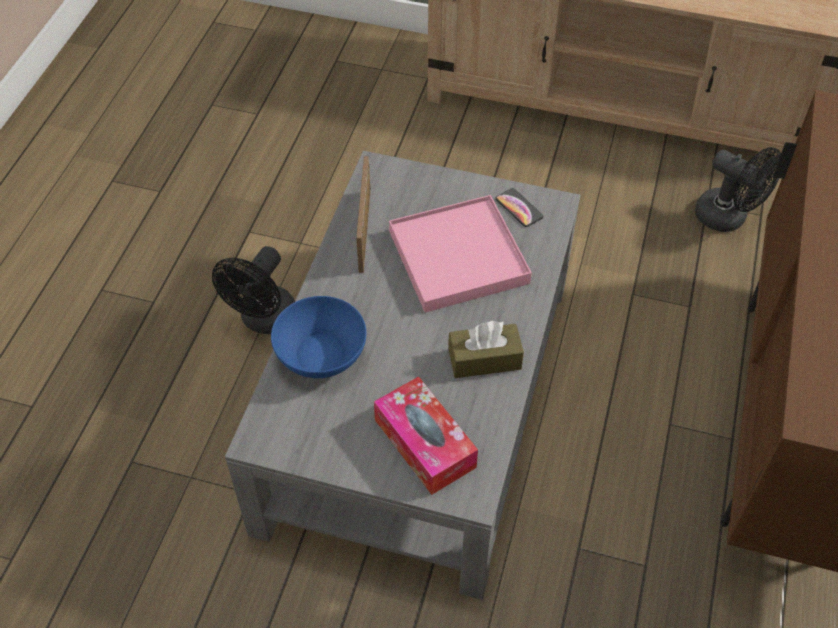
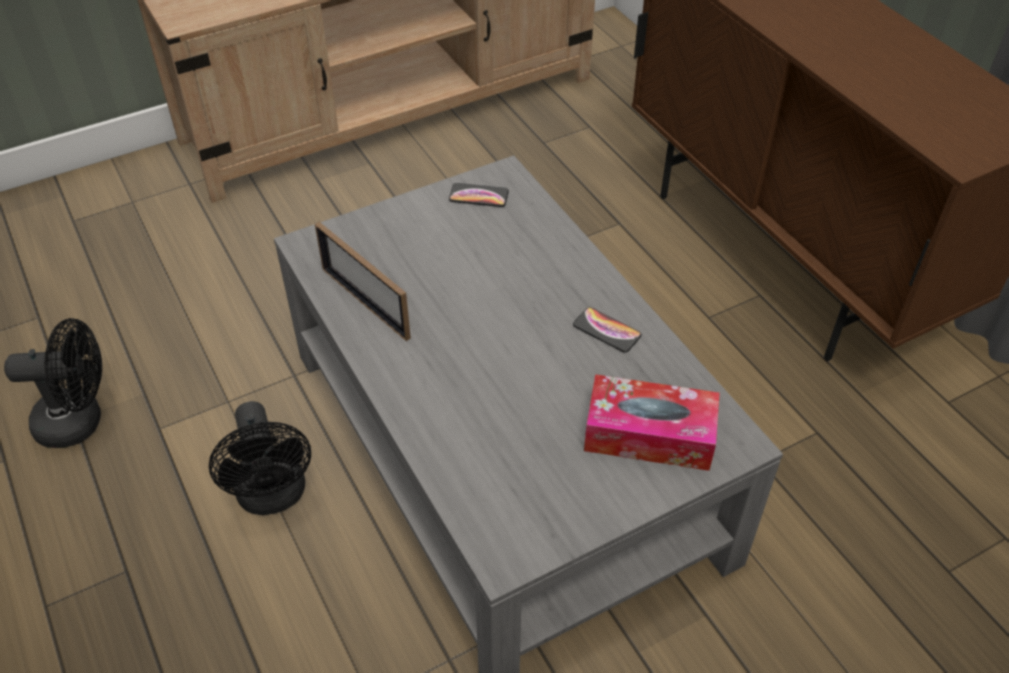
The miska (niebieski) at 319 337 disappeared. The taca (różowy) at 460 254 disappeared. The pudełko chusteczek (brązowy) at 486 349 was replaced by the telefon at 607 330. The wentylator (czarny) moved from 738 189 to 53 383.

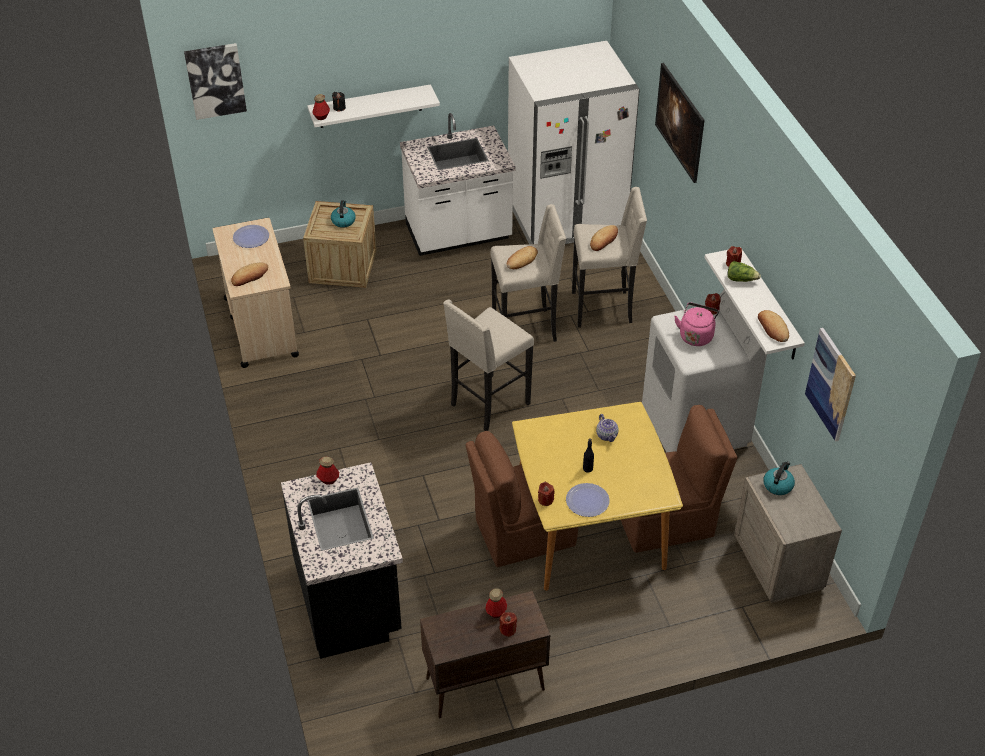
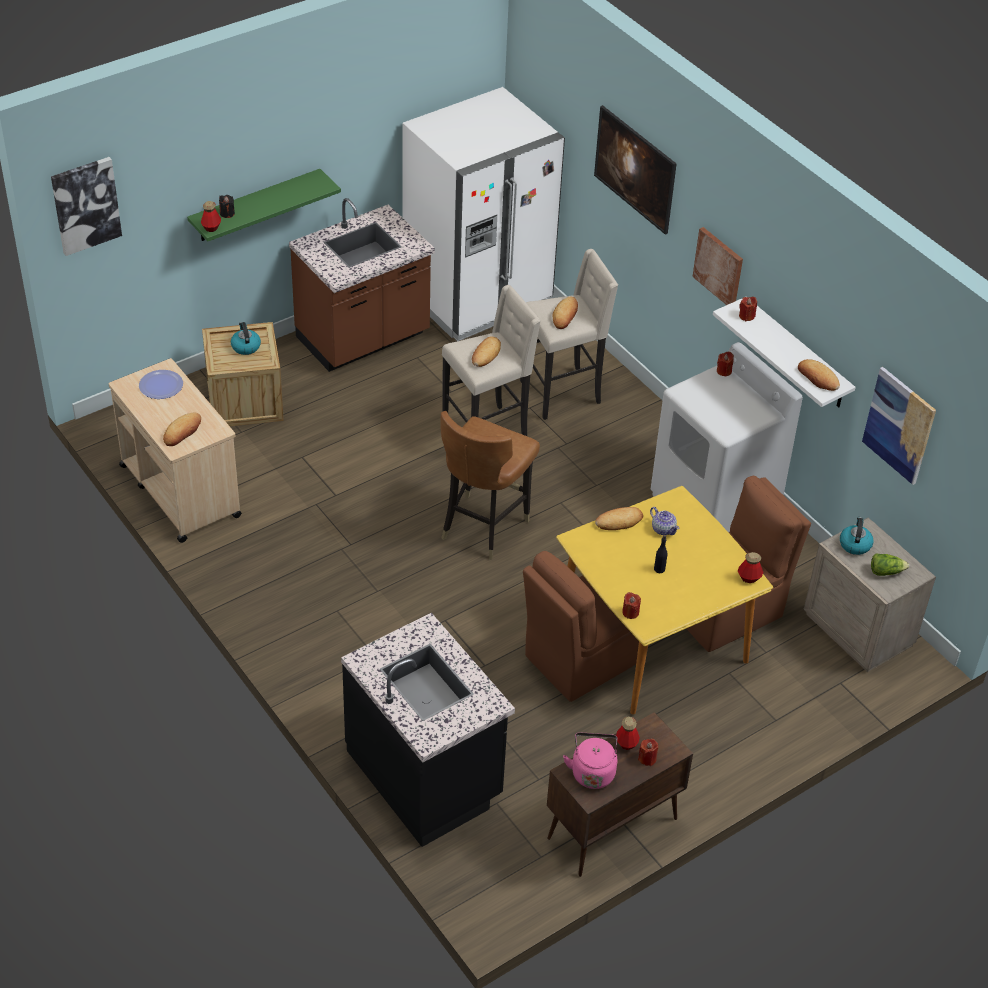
The półka (biały) at 373 106 became the półka (zielony) at 264 205. The butelka moved from 327 471 to 750 567. The zabudowa kuchenna (biały) at 457 184 became the zabudowa kuchenna (brązowy) at 362 285. The stołek (beżowy) at 488 365 was replaced by the krzesło (brązowy) at 490 485. The talerz at 588 500 disappeared. The czajnik (różowy) moved from 696 324 to 590 761. The sałata moved from 744 271 to 890 565. The chleb at 619 518 appeared. The obraz at 717 266 appeared.

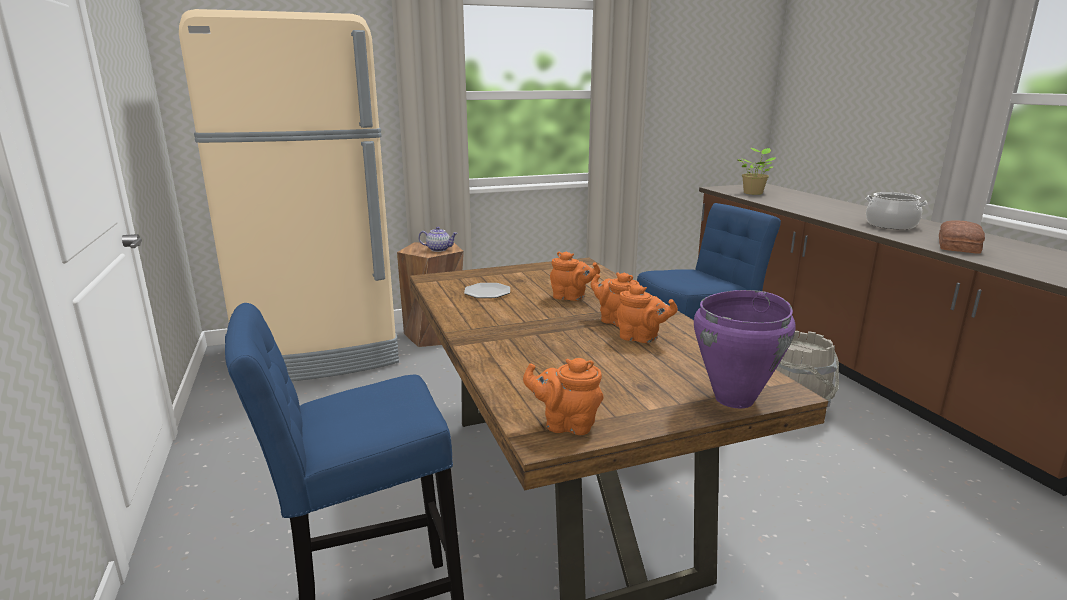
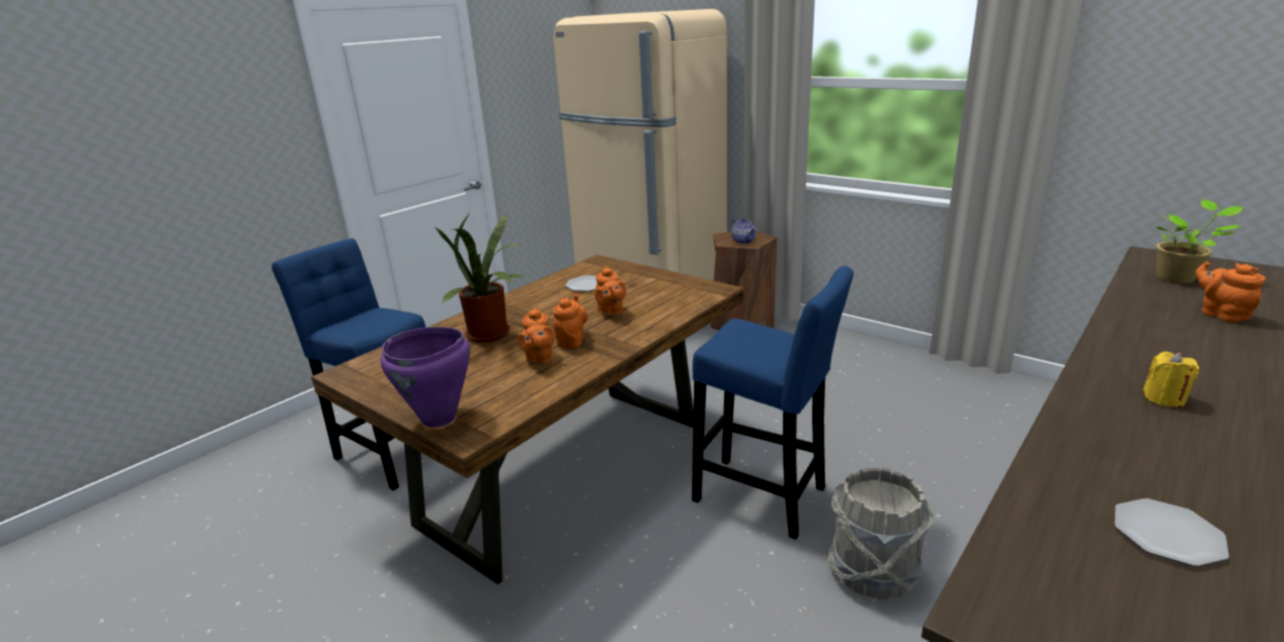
The imbryk (pomarańczowy) moved from 563 396 to 1230 292. The garnek at 896 210 was replaced by the świeca (żółty) at 1171 379. The chleb at 962 237 disappeared. The roślina doniczkowa at 480 277 appeared. The talerz at 1172 532 appeared.

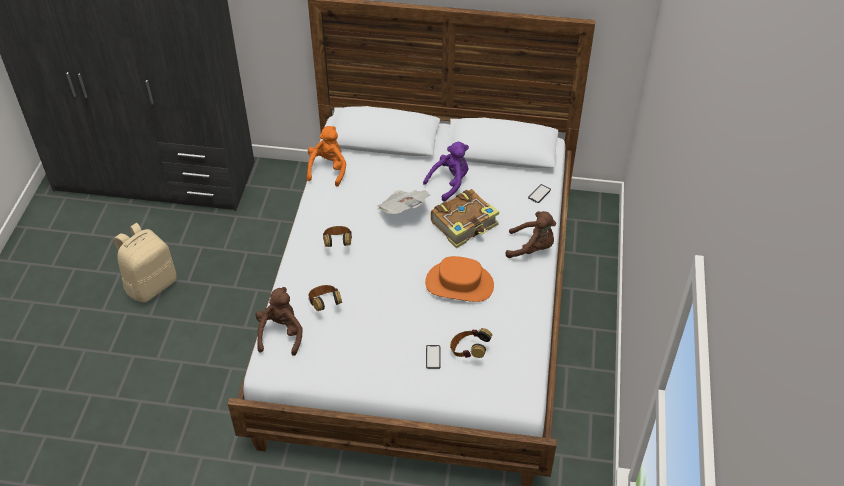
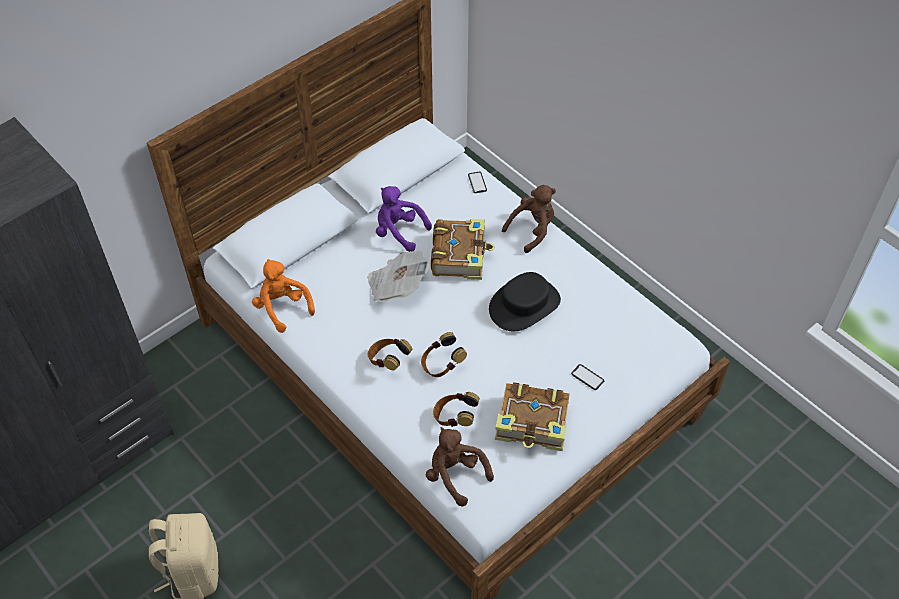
The pluszak (fioletowy) at 446 172 turned 60 degrees counterclockwise. The kapelusz (pomarańczowy) at 459 279 became the kapelusz (czarny) at 525 301. The słuchawki moved from 471 343 to 444 354. The książka at 532 416 appeared.

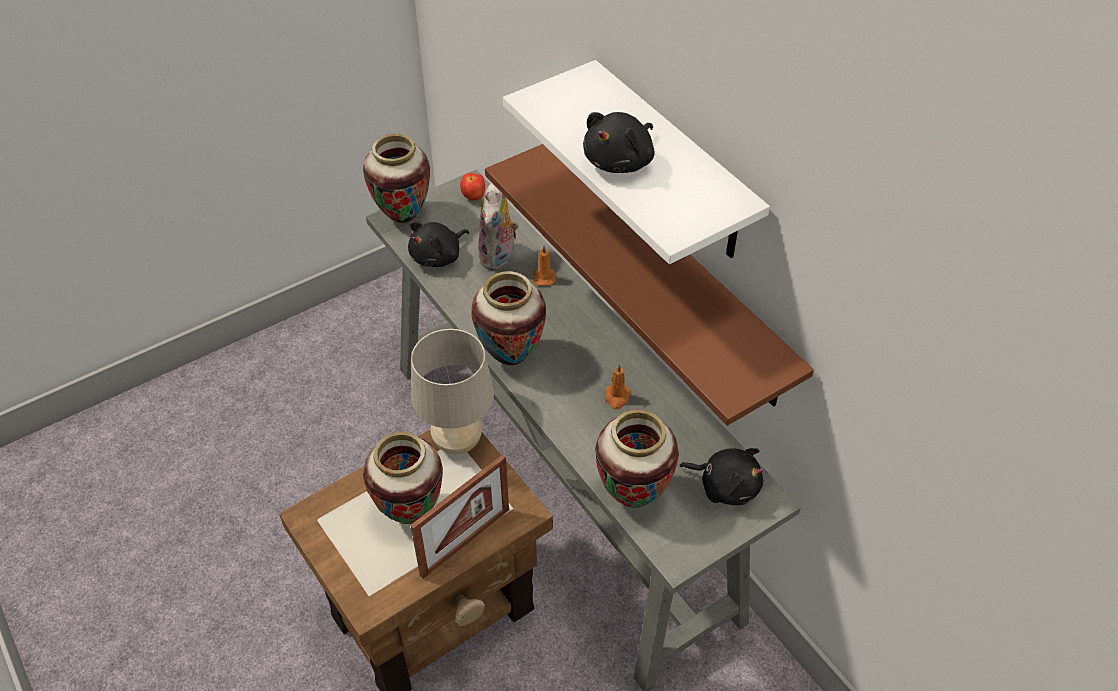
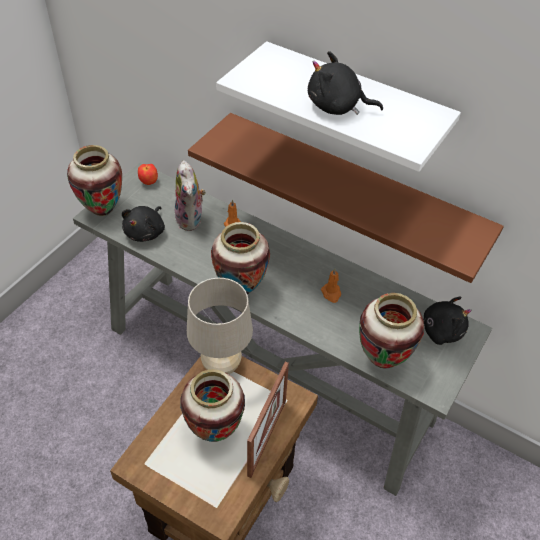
The pluszak (czarny) at 619 142 turned 90 degrees clockwise.

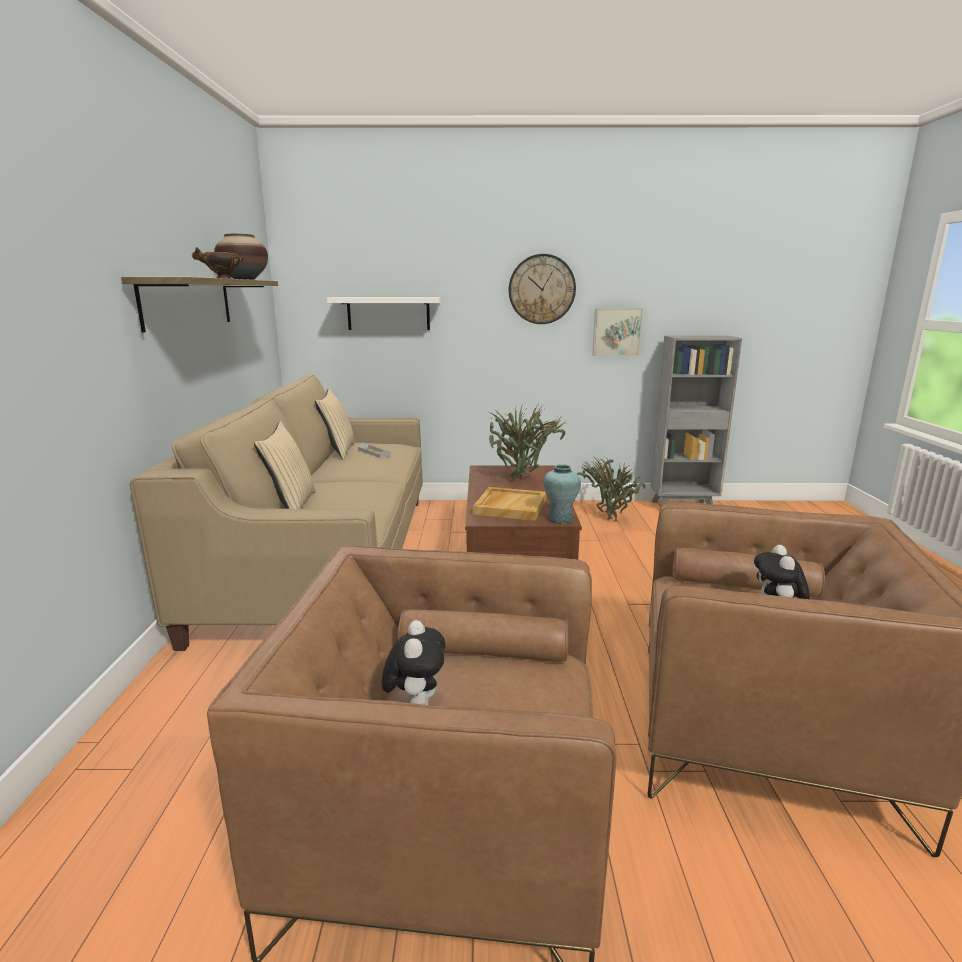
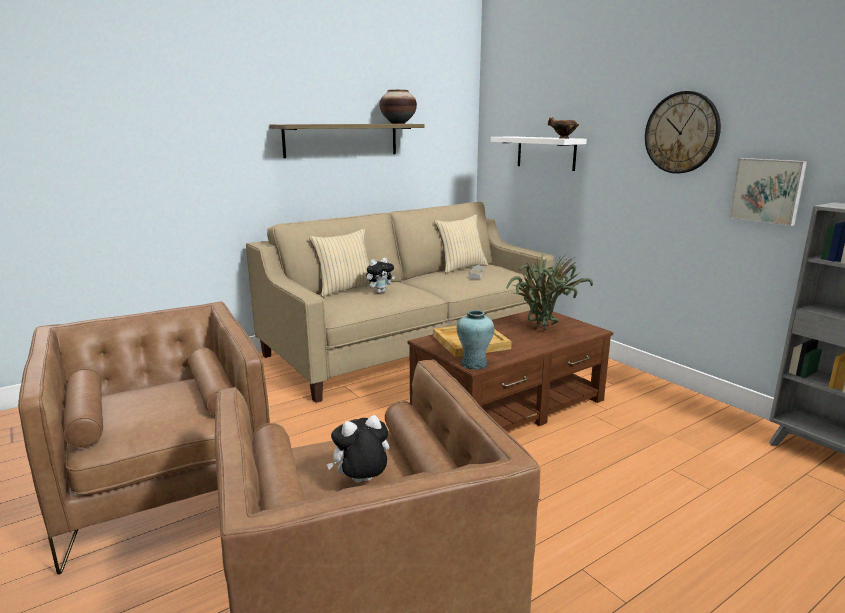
The miska moved from 218 263 to 563 128. The pluszak moved from 413 662 to 380 276. The roślina doniczkowa at 611 489 disappeared.

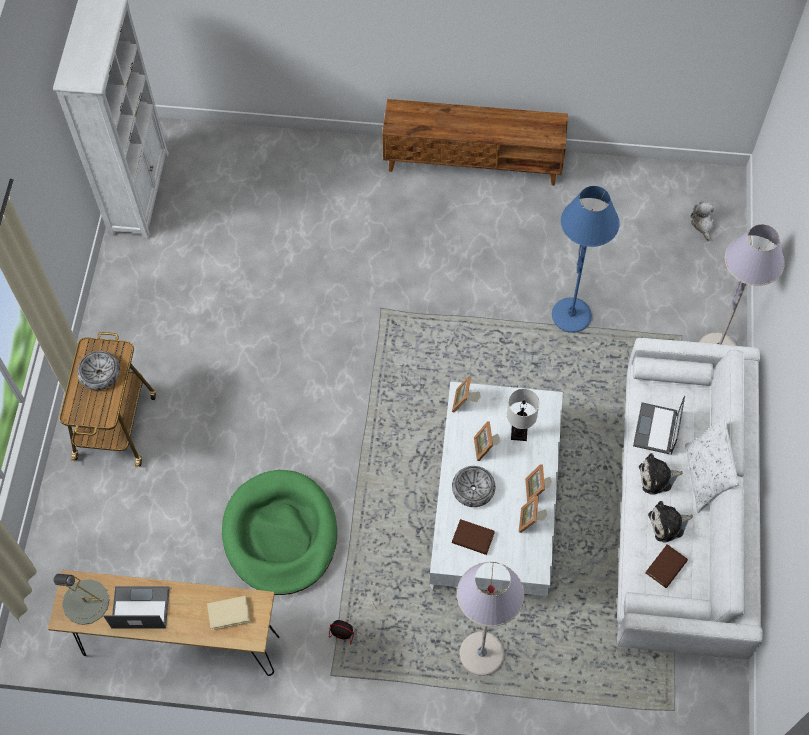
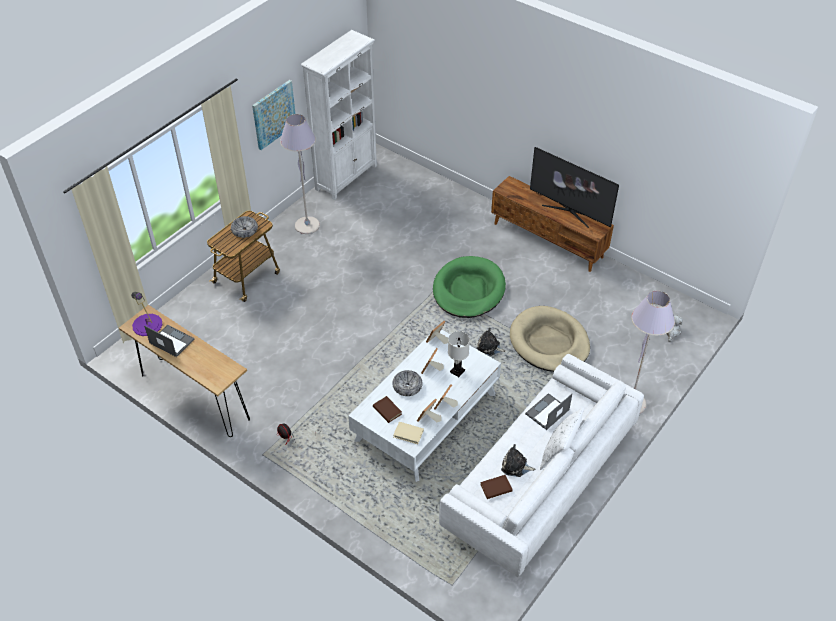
The lampa stołowa (szary) at 82 599 became the lampa stołowa (fioletowy) at 147 314. The książka (beżowy) moved from 228 613 to 408 433. The legowisko (zielony) moved from 279 532 to 469 287. The lampa stojąca (szary) moved from 490 619 to 300 174. The lampa stojąca (niebieski) at 586 259 was replaced by the legowisko (beżowy) at 550 339. The pluszak moved from 661 474 to 491 342. The obraz at 273 115 appeared. The telewizor at 574 187 appeared.

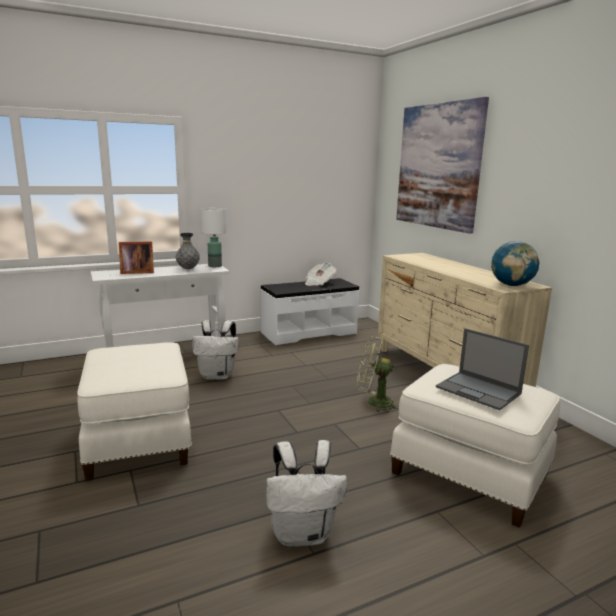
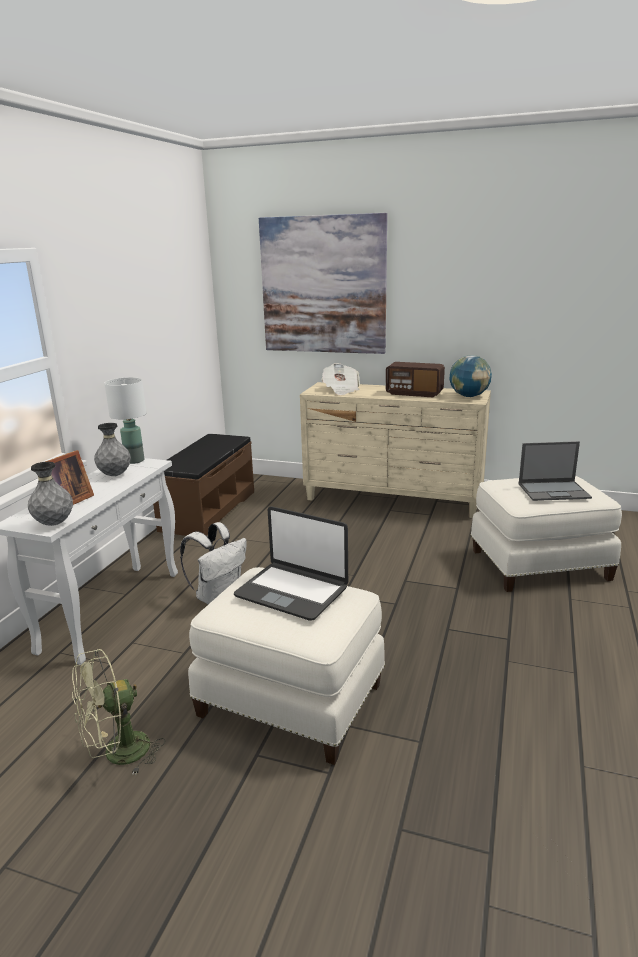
The ławka (biały) at 310 311 became the ławka (brązowy) at 203 485. The plecak (biały) at 306 493 disappeared. The gazeta moved from 320 274 to 341 379. The wentylator (zielony) moved from 378 374 to 118 712. The wazon (szary) at 50 494 appeared. The laptop at 291 564 appeared. The radio at 415 379 appeared.

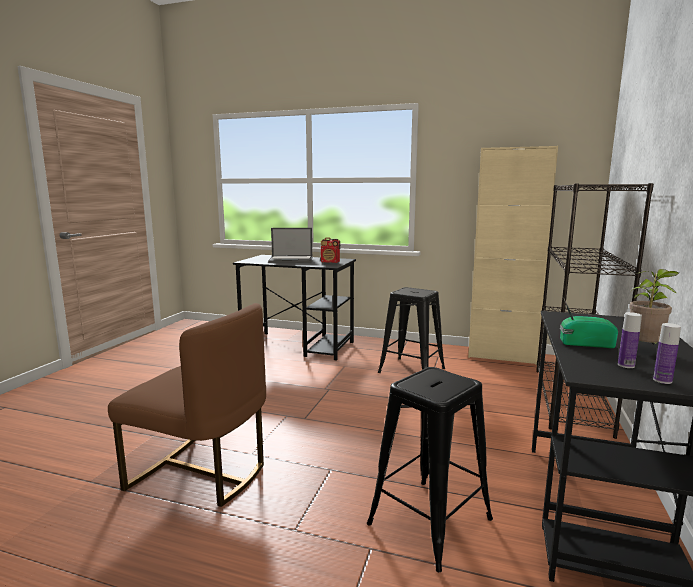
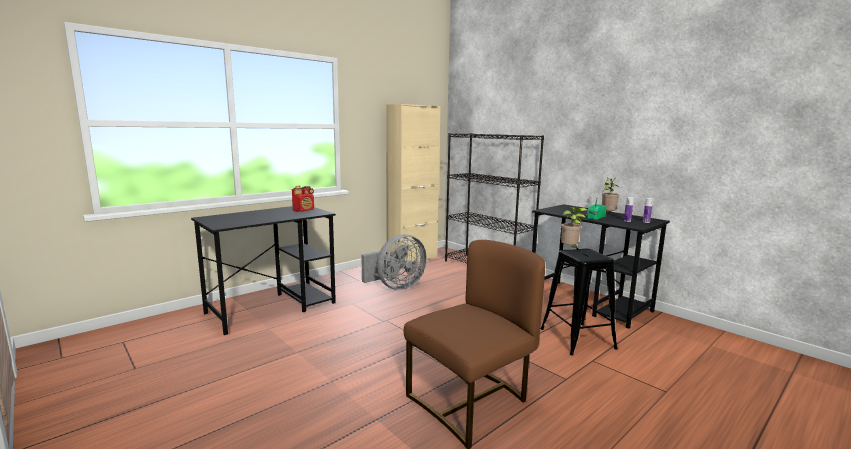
The laptop at 290 245 disappeared. The stołek (czarny) at 411 330 was replaced by the wentylator (szary) at 394 262. The roślina doniczkowa at 574 227 appeared.

